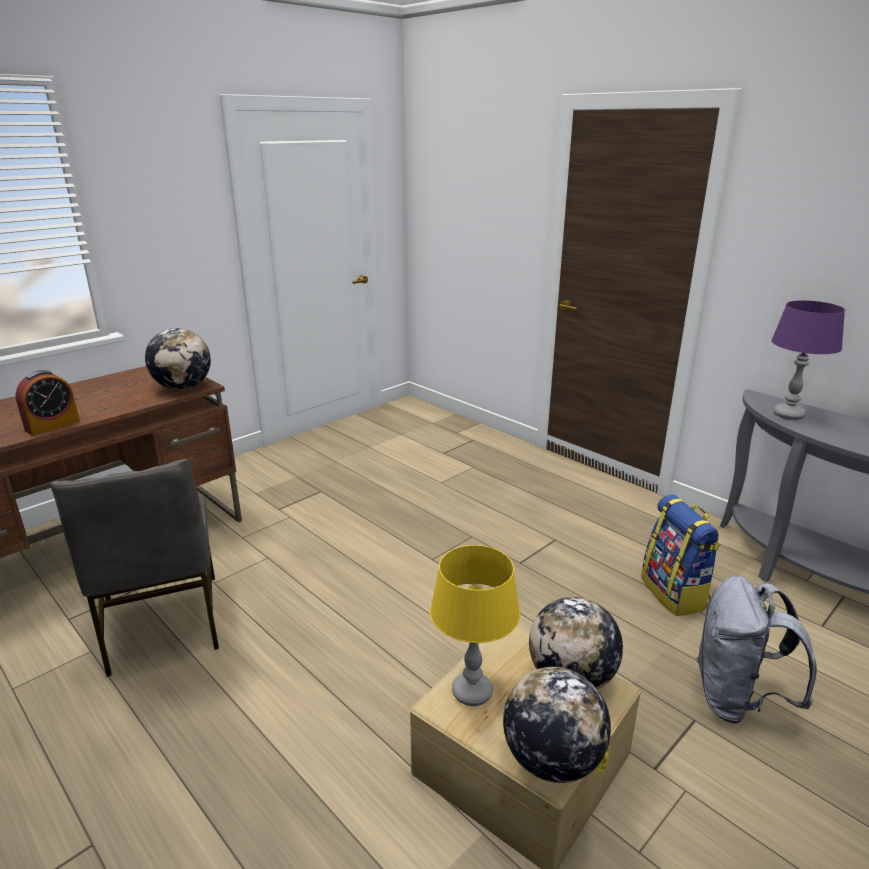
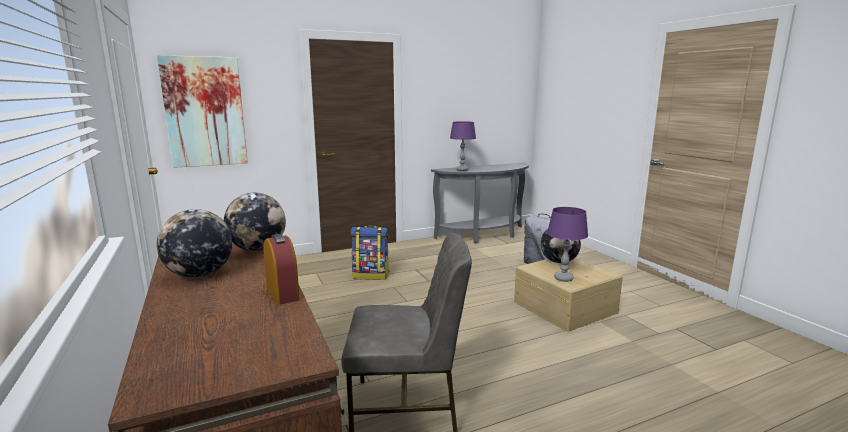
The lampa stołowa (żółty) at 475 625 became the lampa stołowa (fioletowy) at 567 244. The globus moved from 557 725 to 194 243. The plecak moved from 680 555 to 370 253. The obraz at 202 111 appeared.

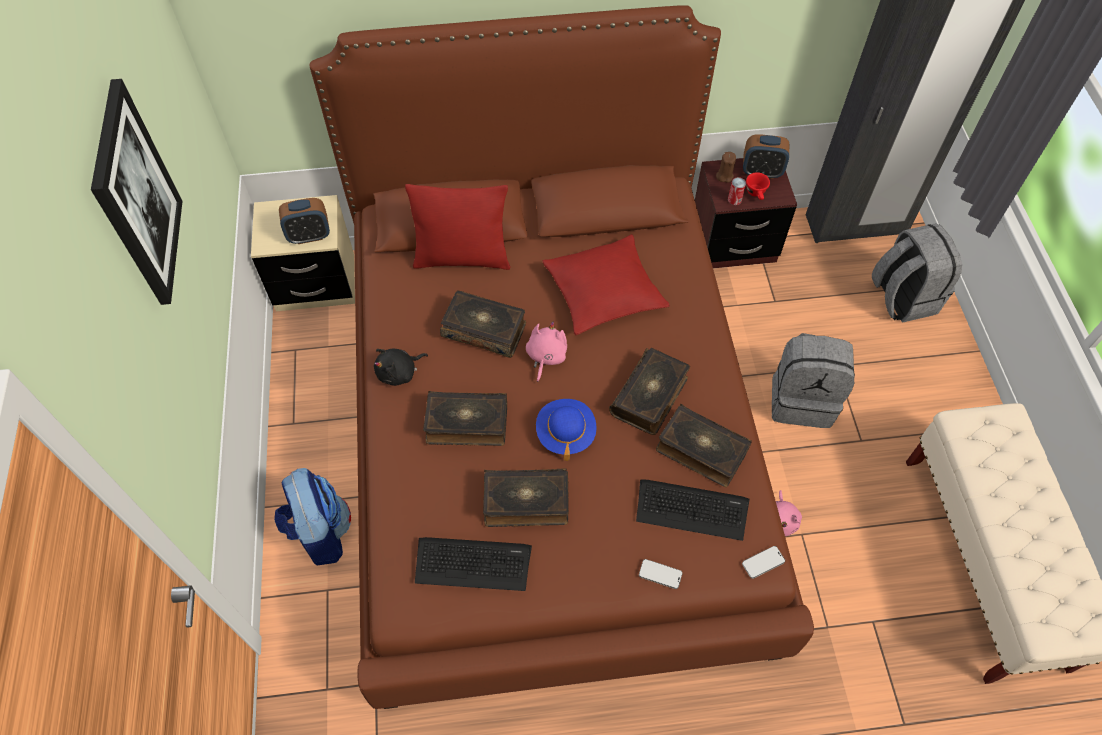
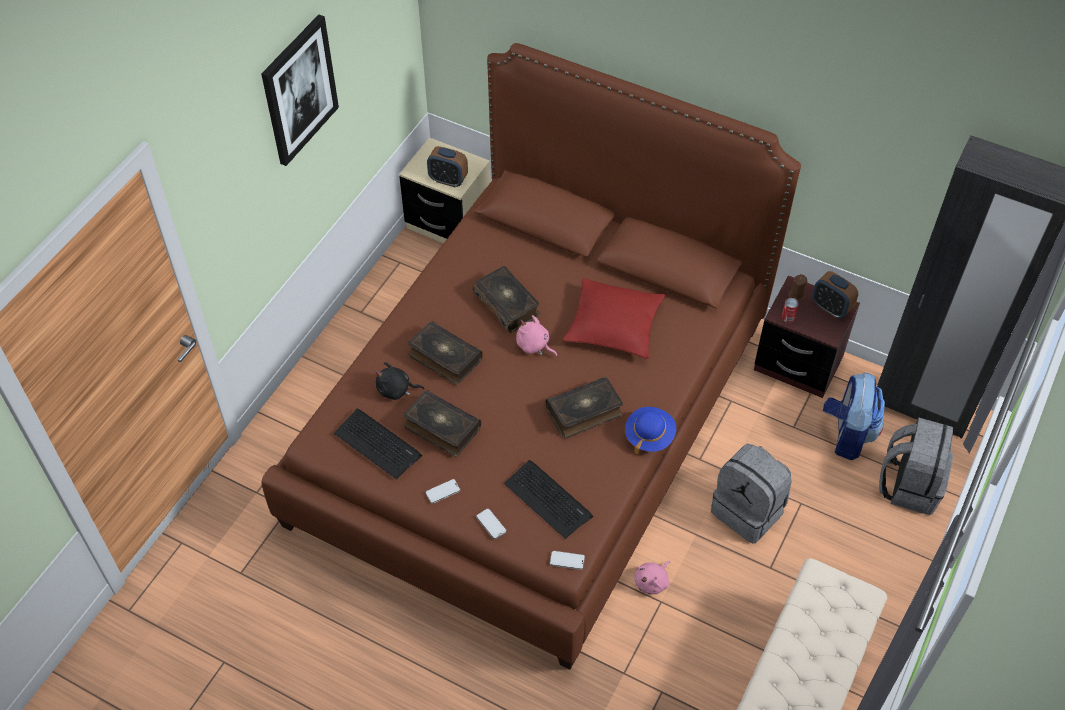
The plecak moved from 312 517 to 854 416. The pluszak (czarny) moved from 401 367 to 400 381. The poduszka (czerwony) at 458 227 disappeared. The pluszak (różowy) at 546 352 turned 105 degrees counterclockwise. The kapelusz (niebieski) moved from 566 430 to 650 430. The książka at 704 445 disappeared. The filiżanka (czerwony) at 758 186 disappeared. The telefon at 443 491 appeared.

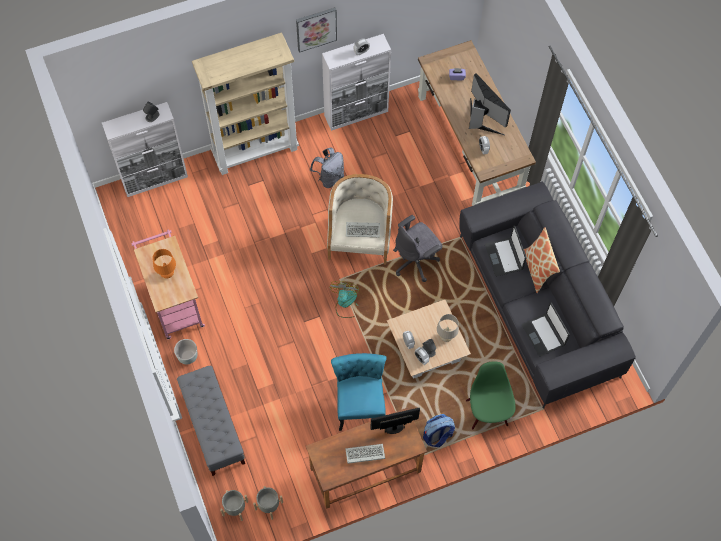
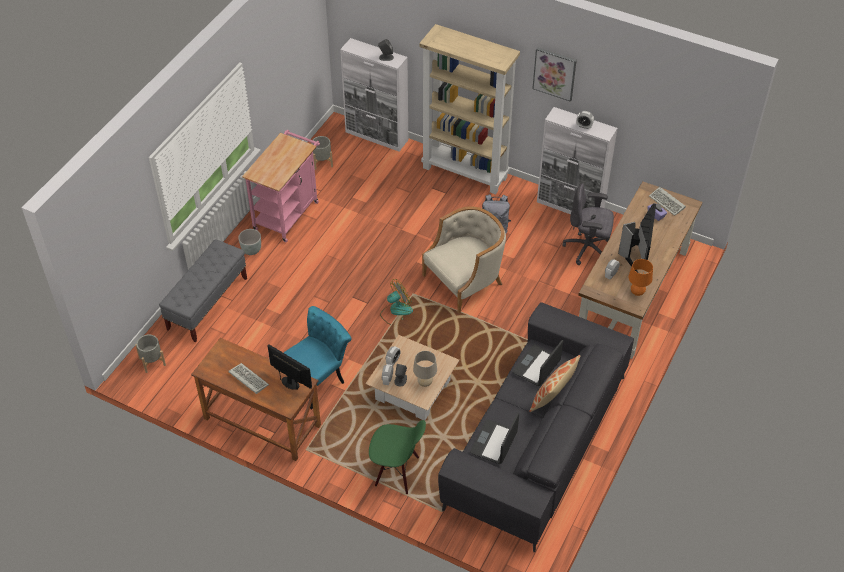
The lampa stołowa (pomarańczowy) moved from 164 264 to 640 277. The donica (szary) moved from 268 503 to 322 153. The klawiatura moved from 363 229 to 667 201. The krzesło biurowe (szary) moved from 418 248 to 588 224. The plecak at 439 430 disappeared. The krzesło (zielony) at 490 395 turned 60 degrees clockwise.

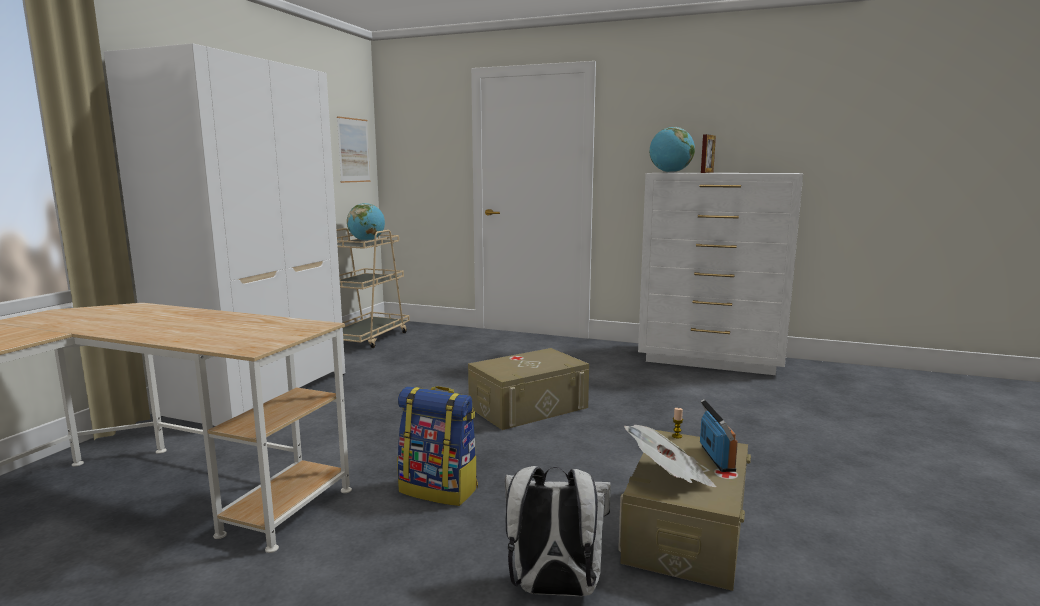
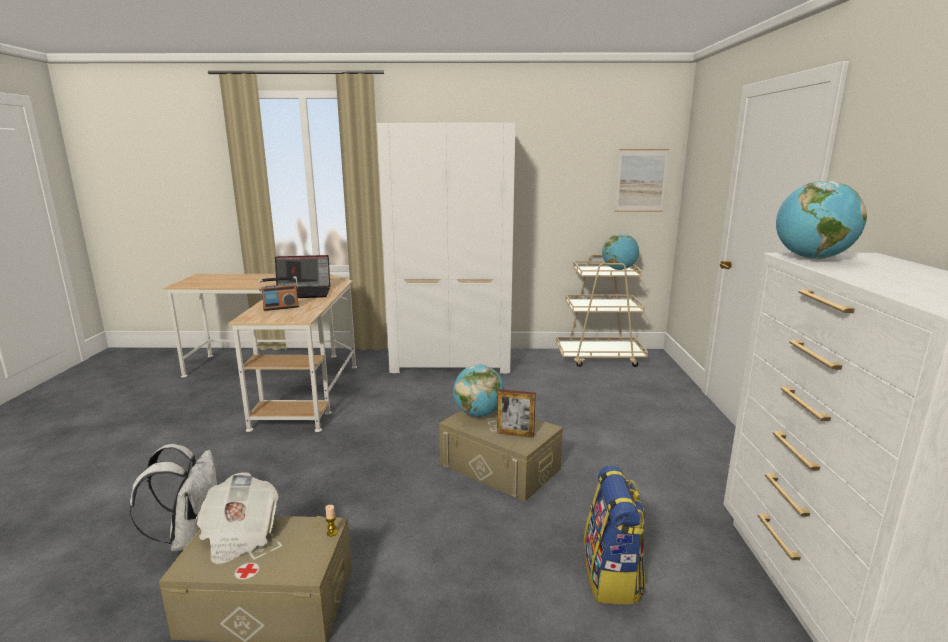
The plecak moved from 437 446 to 614 535. The radio moved from 719 435 to 279 293. The ramka na zdjęcie moved from 708 153 to 516 413. The laptop at 302 276 appeared. The globus at 479 391 appeared.

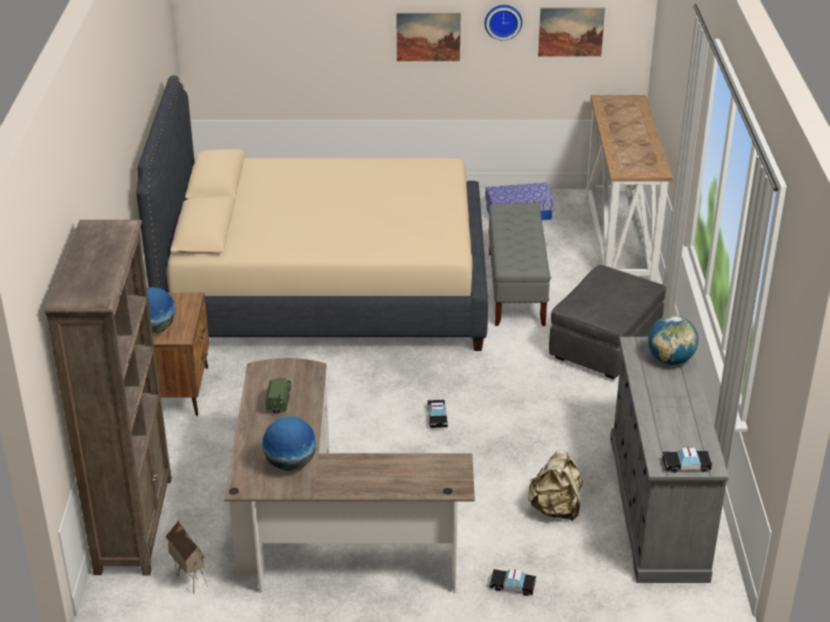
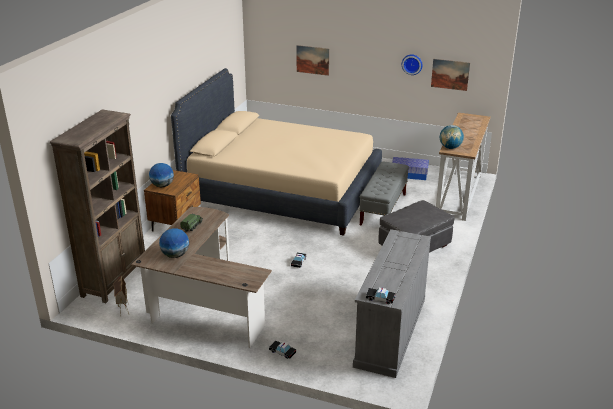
The obraz moved from 428 37 to 312 60. The plecak (beżowy) at 555 485 disappeared. The globus moved from 673 340 to 452 137.

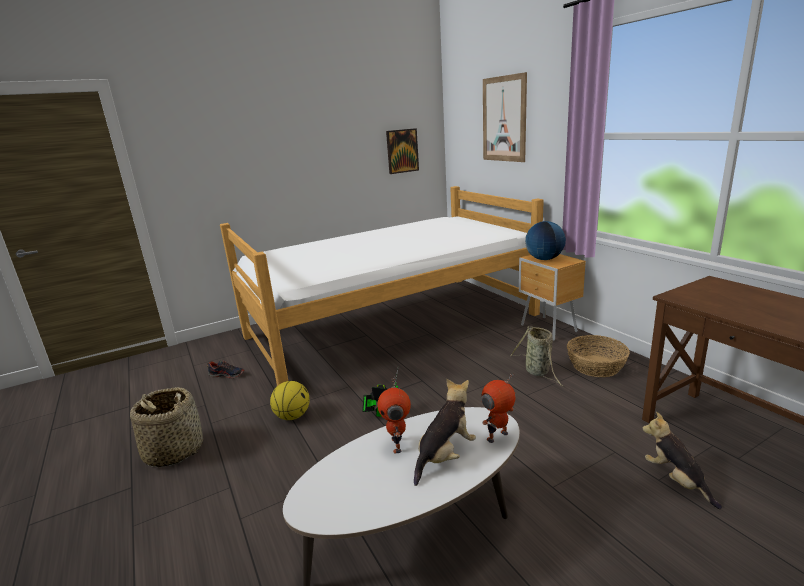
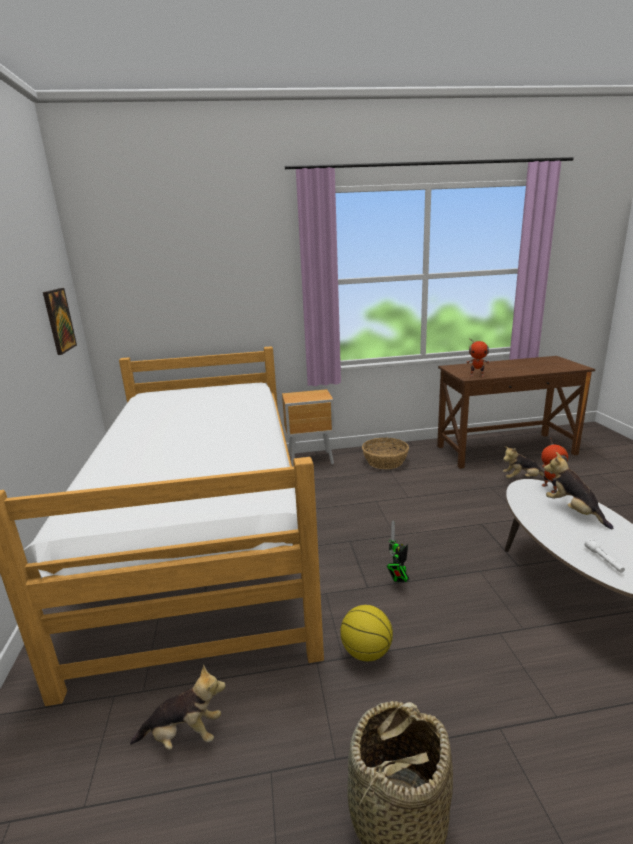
The but at 226 369 was replaced by the pluszak at 178 707. The robot zabawkowy moved from 394 416 to 478 358. The obraz at 505 117 disappeared. The koszyk at 537 356 disappeared. The globus at 545 240 disappeared. The latarka (biały) at 604 556 appeared.

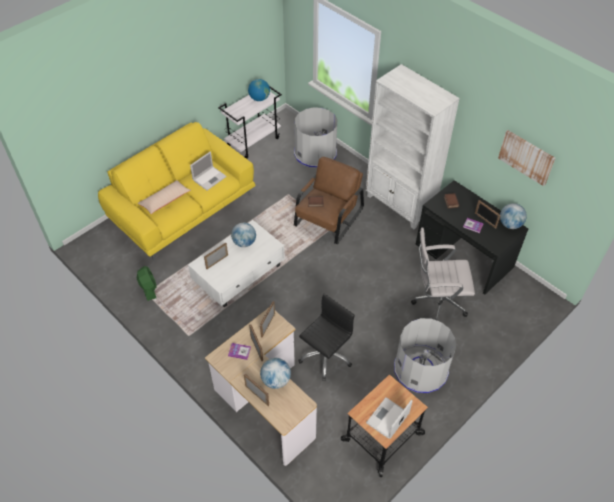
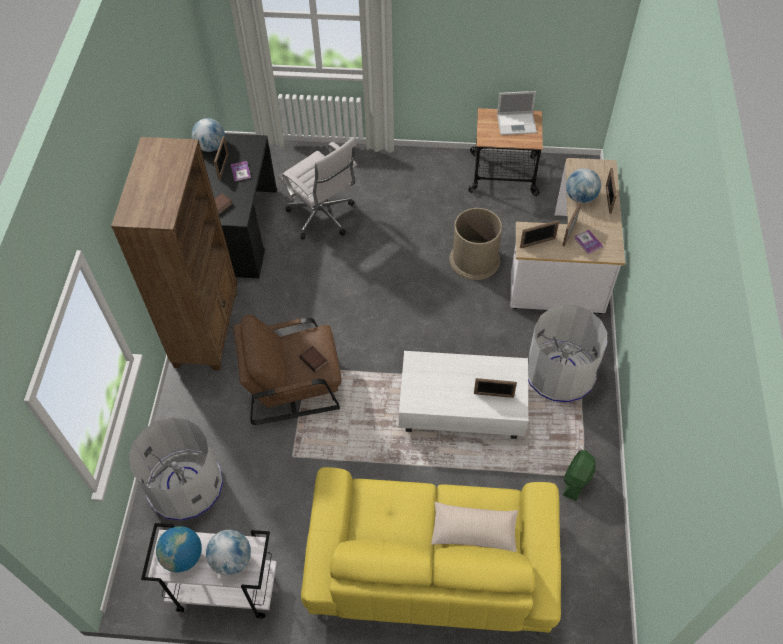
The laptop at 208 170 disappeared. The globus moved from 243 235 to 228 552. The krzesło biurowe (czarny) at 326 337 was replaced by the kosz na śmieci (brązowy) at 475 244. The regał (biały) at 413 146 became the regał (brązowy) at 174 254. The kosz na śmieci (szary) moved from 425 355 to 567 353. The obraz at 526 158 disappeared.

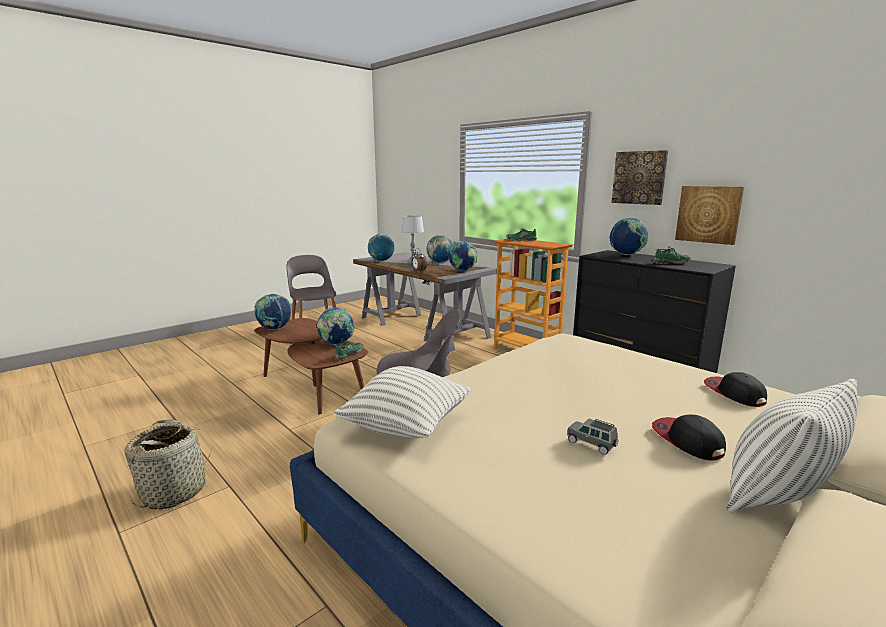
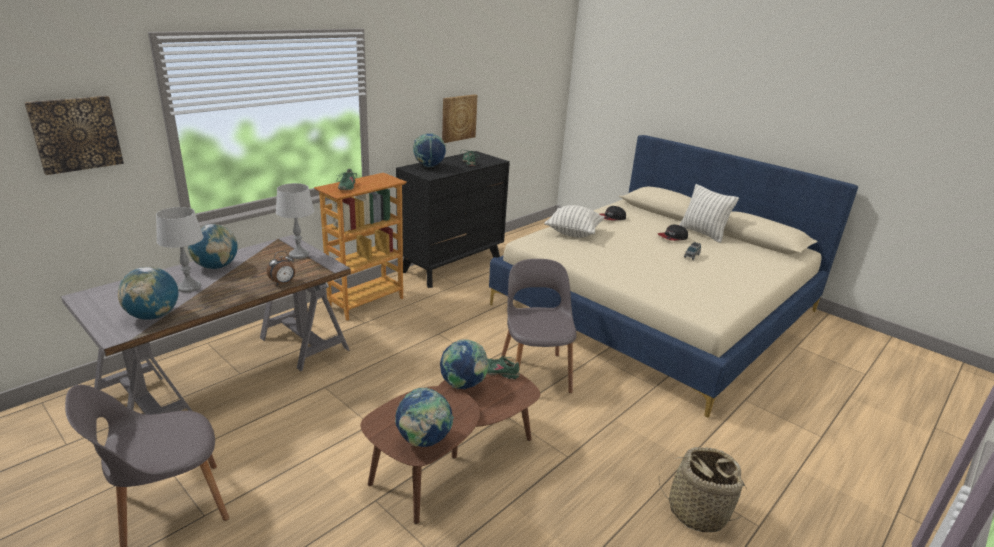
The poduszka moved from 402 402 to 574 221. The globus at 463 256 was replaced by the lampa stołowa (szary) at 295 221. The obraz moved from 639 177 to 74 135.

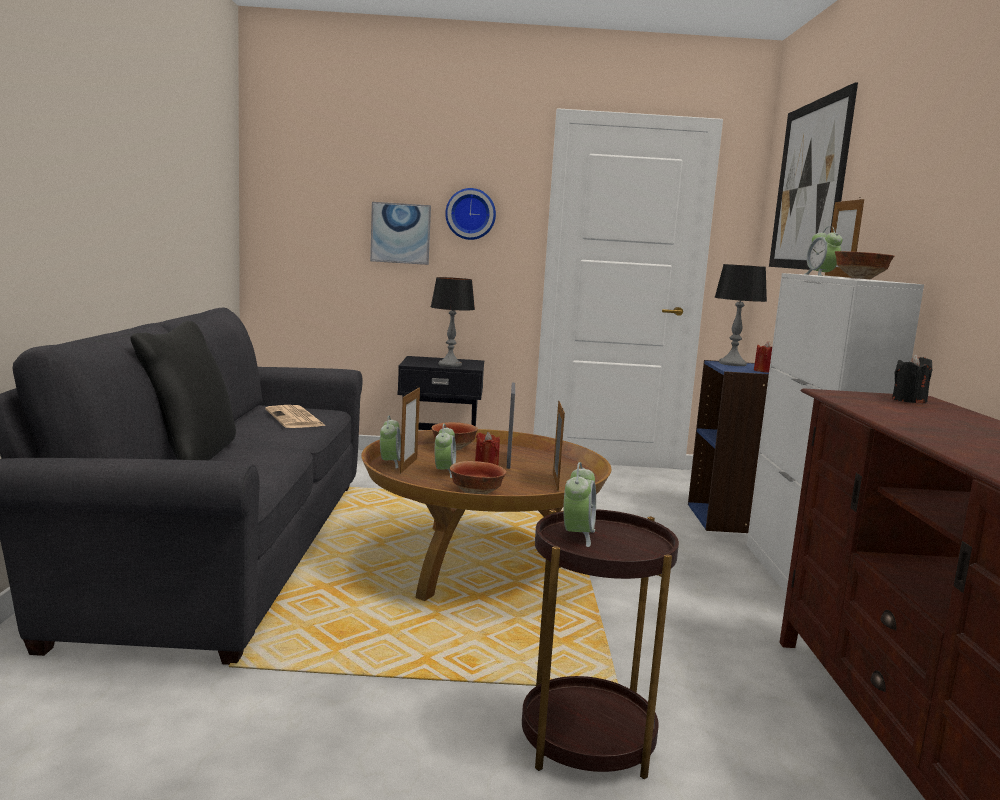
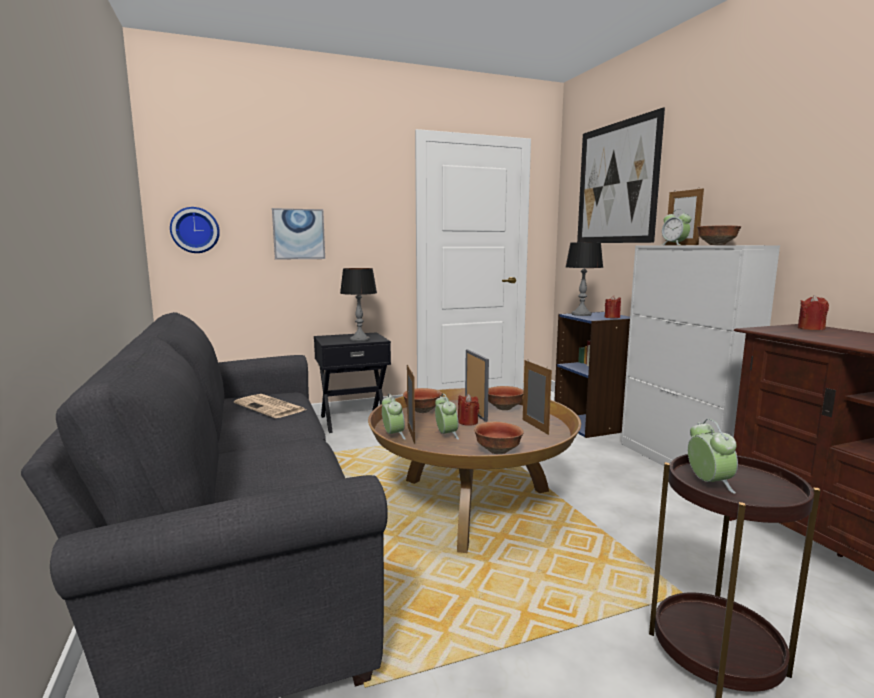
The poduszka (czarny) at 183 390 disappeared. The zegar ścienny moved from 470 214 to 195 230. The świeca (czarny) at 912 378 became the świeca (czerwony) at 813 312. The miska at 506 398 appeared.

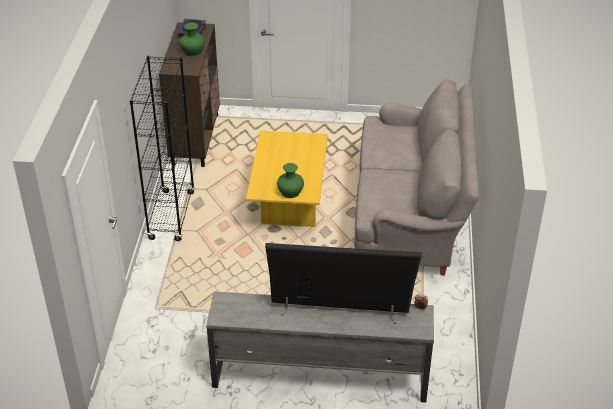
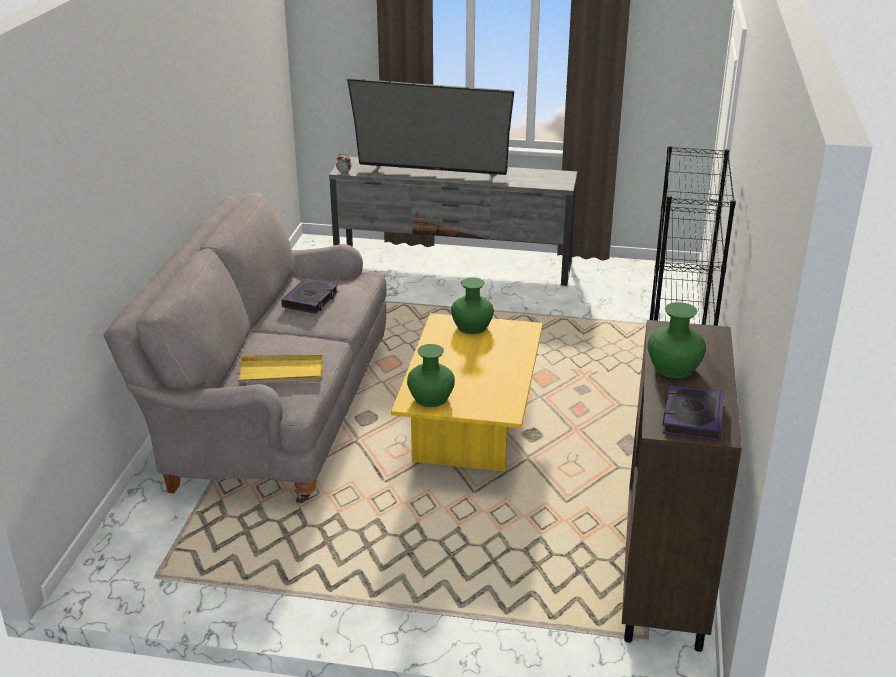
The taca (żółty) at 280 368 appeared. The książka at 309 296 appeared. The wazon (zielony) at 431 375 appeared.

